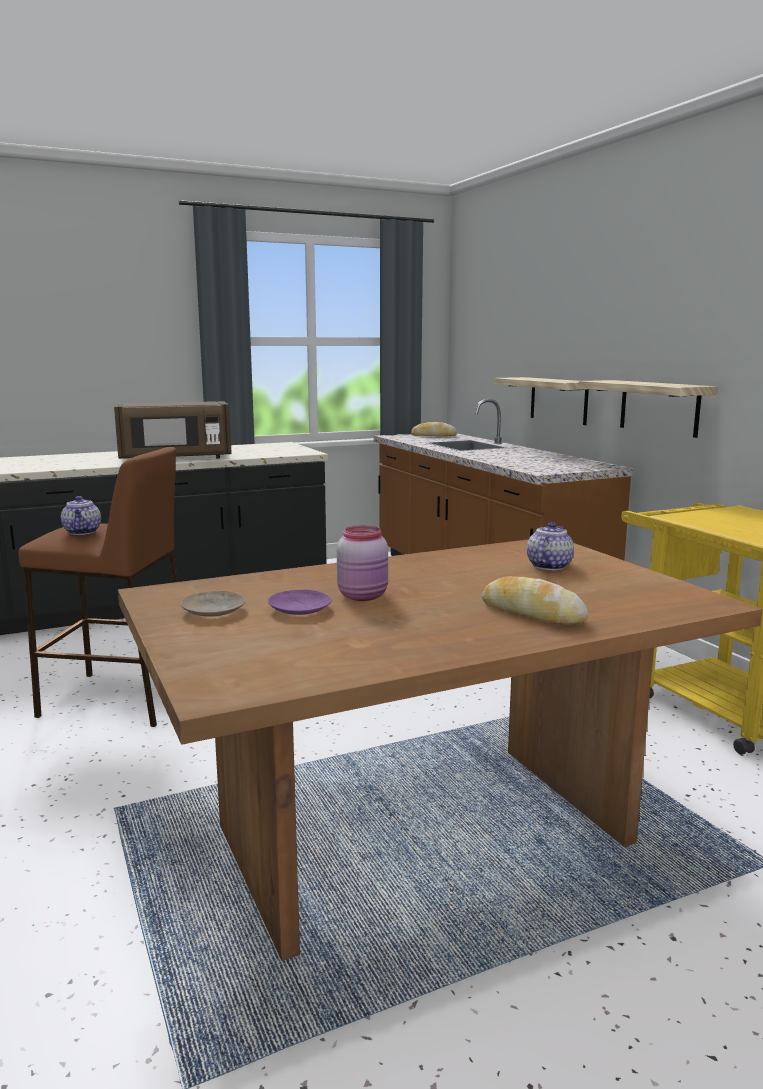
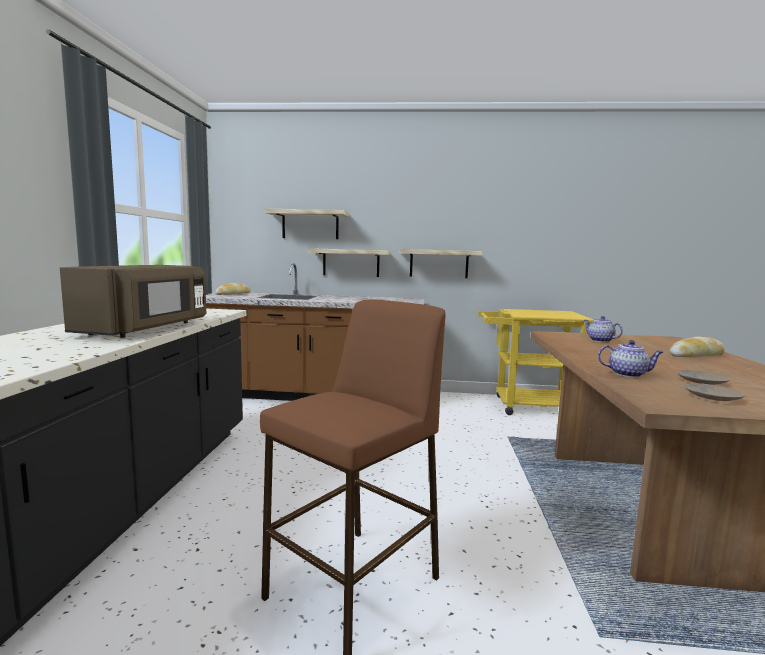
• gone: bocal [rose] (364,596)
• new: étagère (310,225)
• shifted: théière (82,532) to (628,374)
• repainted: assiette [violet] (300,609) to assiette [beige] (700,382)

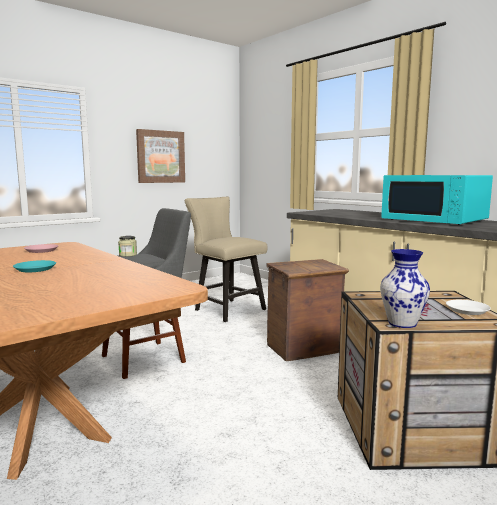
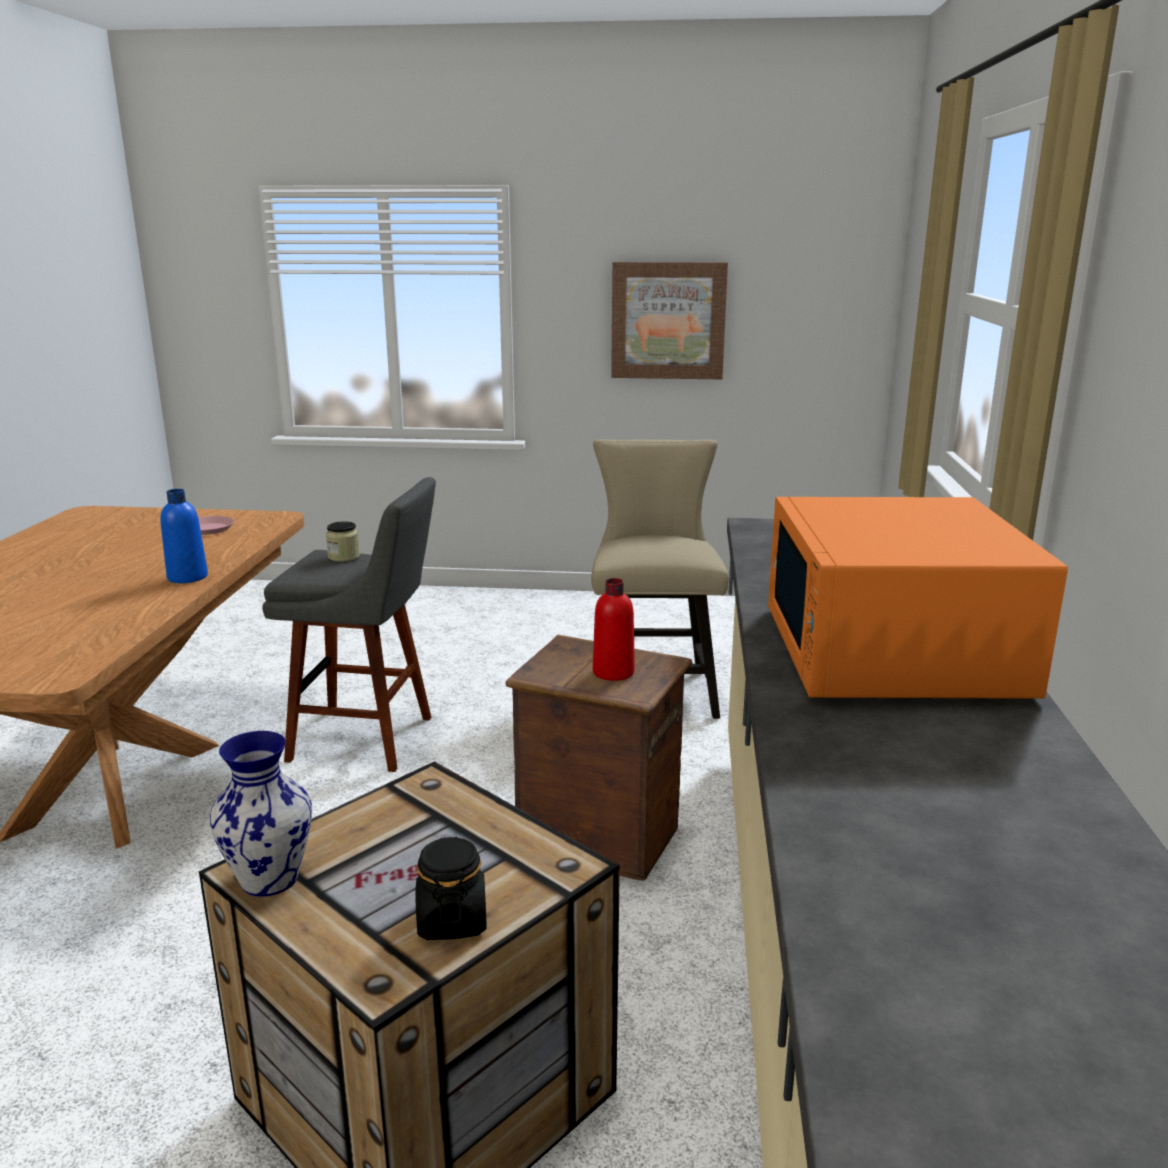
• gone: assiette [turquoise] (35,269)
• new: bouteille [bleu] (187,577)
• new: bouteille [rouge] (613,672)
• swapped: assiette [blanc] (467,310) to bocal [noir] (452,920)
• repainted: micro-ondes [turquoise] (435,220) to micro-ondes [orange] (891,653)

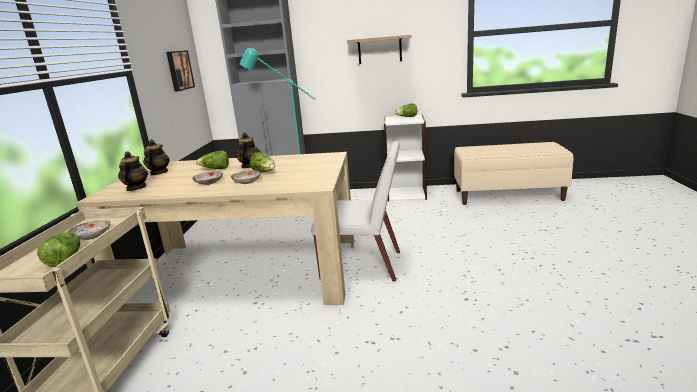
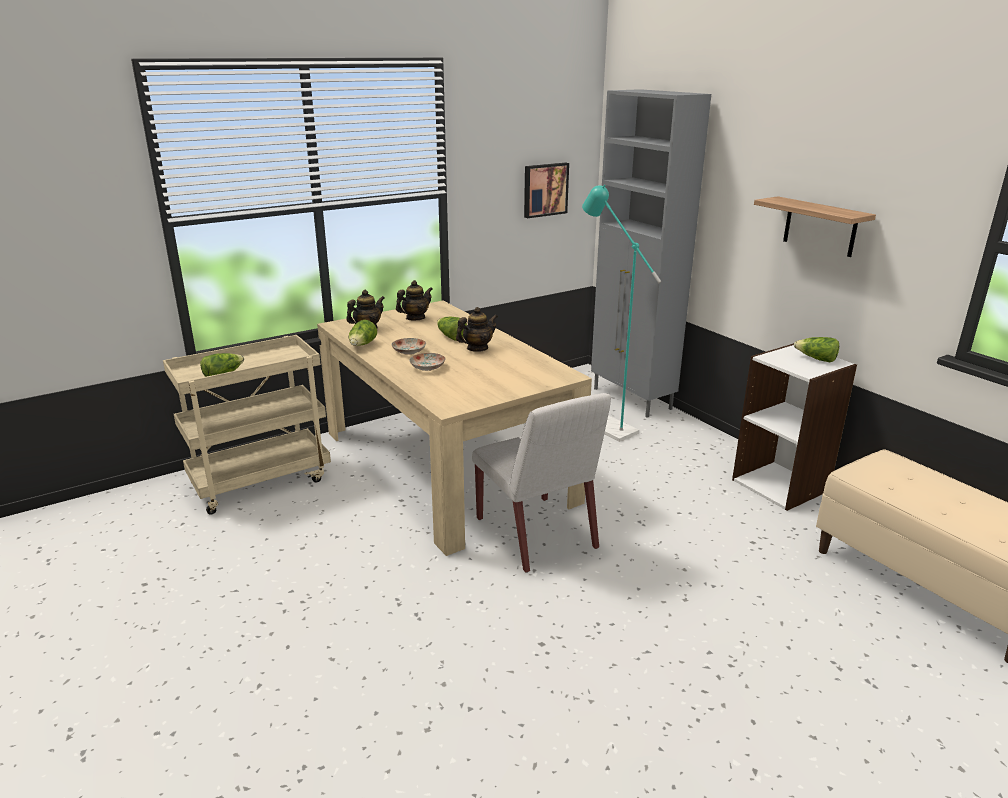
• gone: assiette (92,236)
• shifted: laitue (265,172) to (362,345)

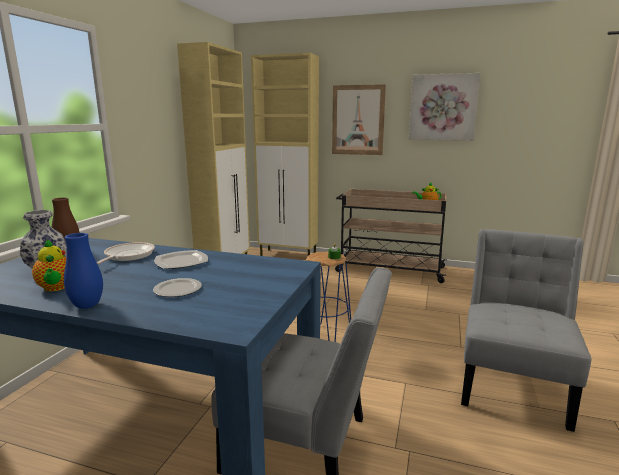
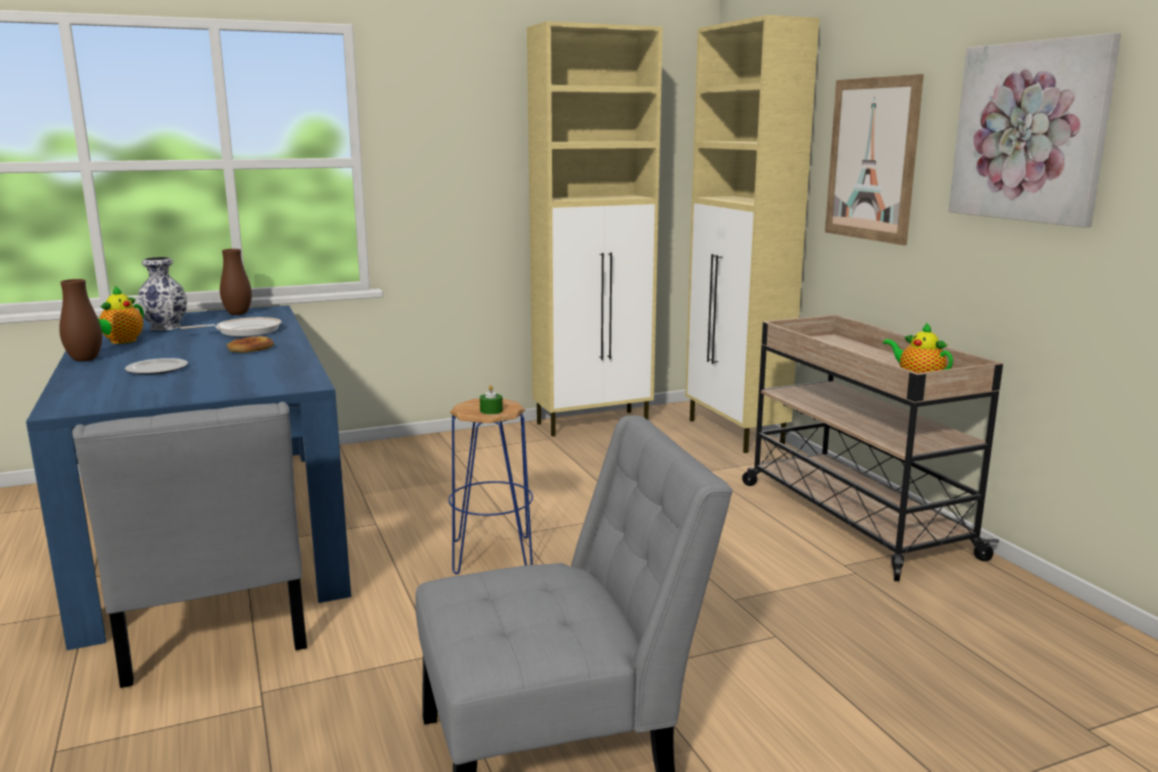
• swapped: assiette (182,262) to pain (250,349)
• repainted: vase [bleu] (87,306) to vase [marron] (85,359)

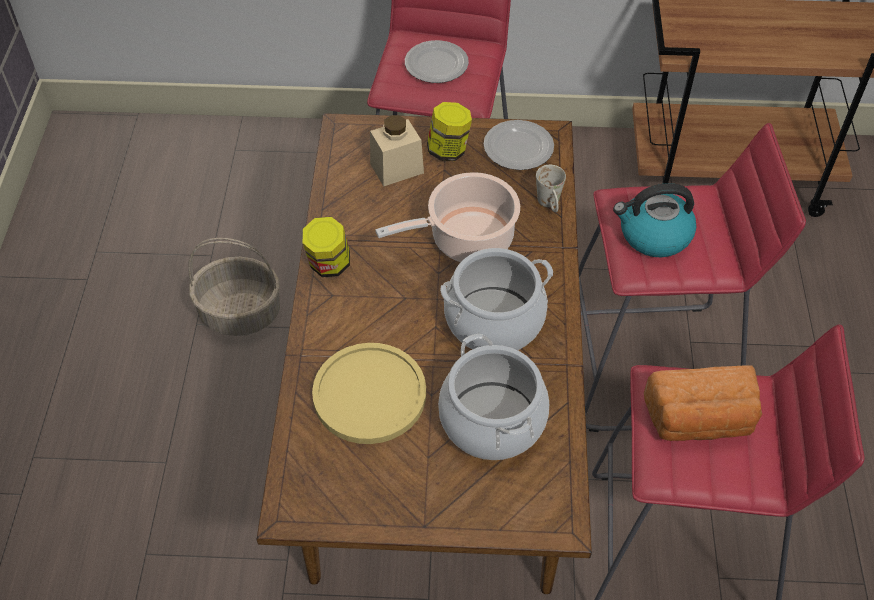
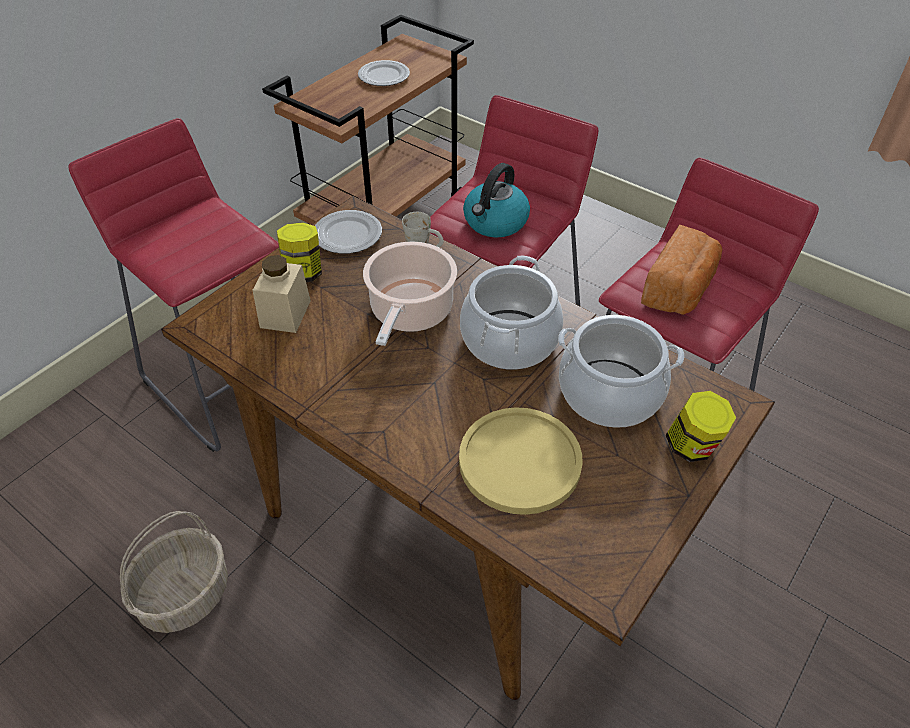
• shifted: bocal (329,265) to (692,446)
• shifted: assiette (437,64) to (384,76)

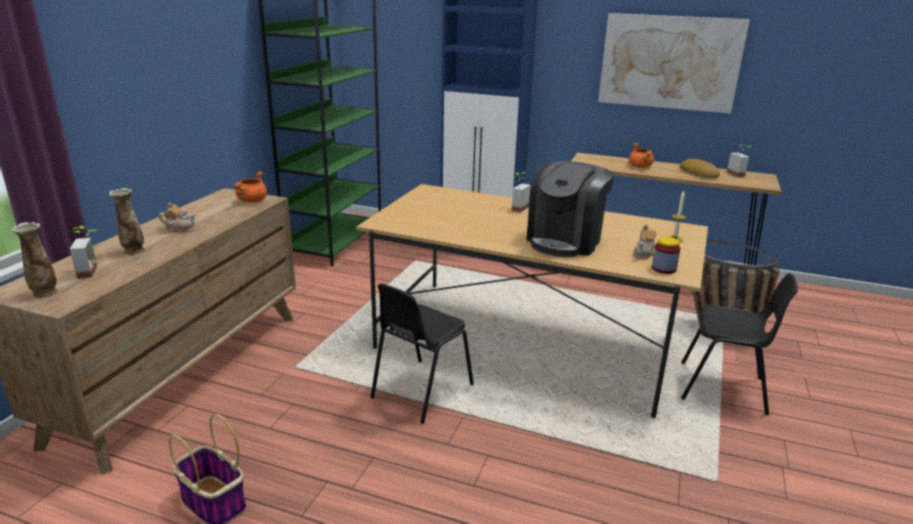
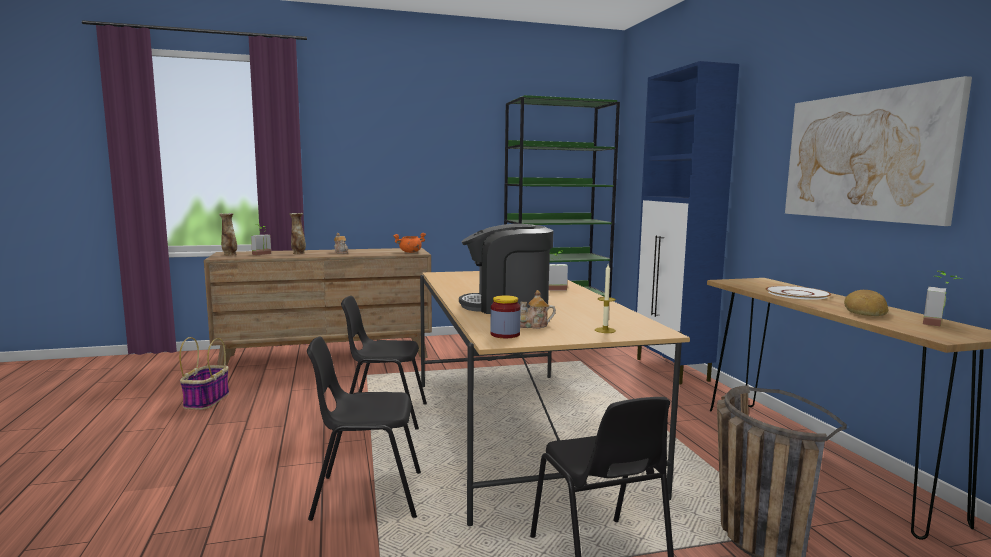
• new: chaise [noir] (367,495)
• swapped: marmite [orange] (640,166) to assiette [blanc] (797,294)

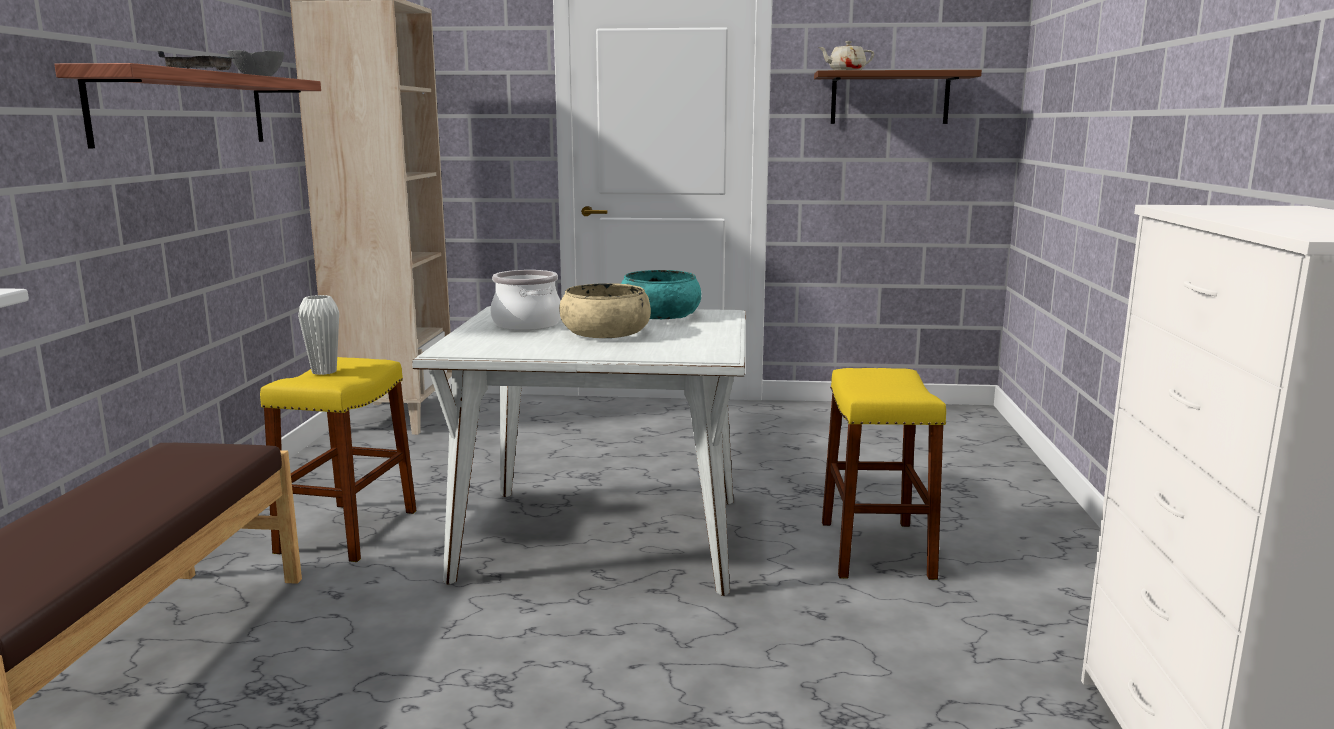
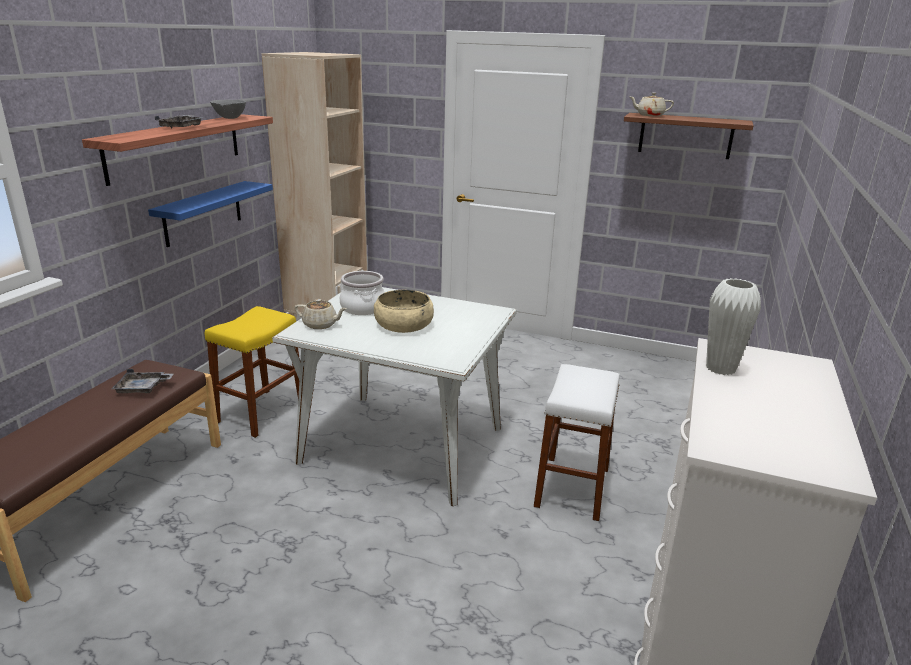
• gone: bol [turquoise] (660,315)
• new: plateau [gris] (142,388)
• new: étagère [bleu] (203,213)
• new: théière [beige] (320,325)
• shifted: vase [blanc] (324,372) to (720,368)
• repainted: tabouret [jaune] (876,549) to tabouret [blanc] (572,487)

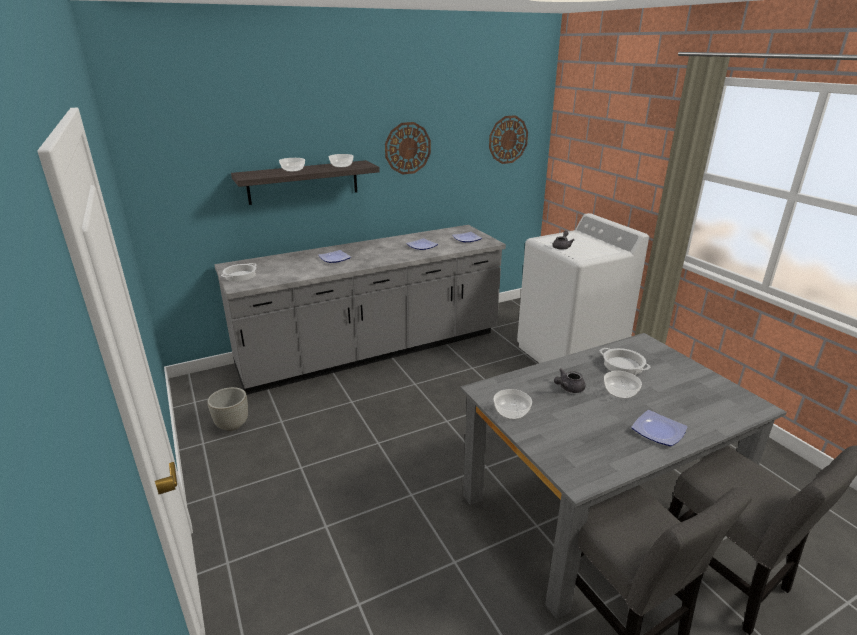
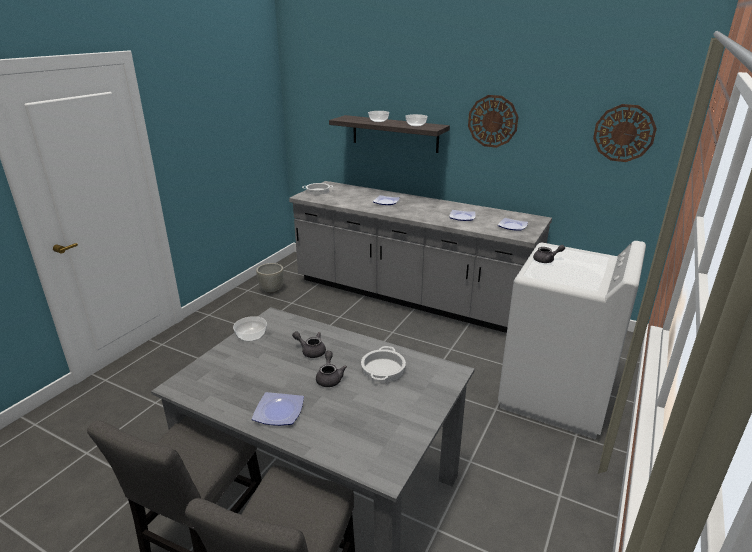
• swapped: bol (620,392) to théière [gris] (329,378)

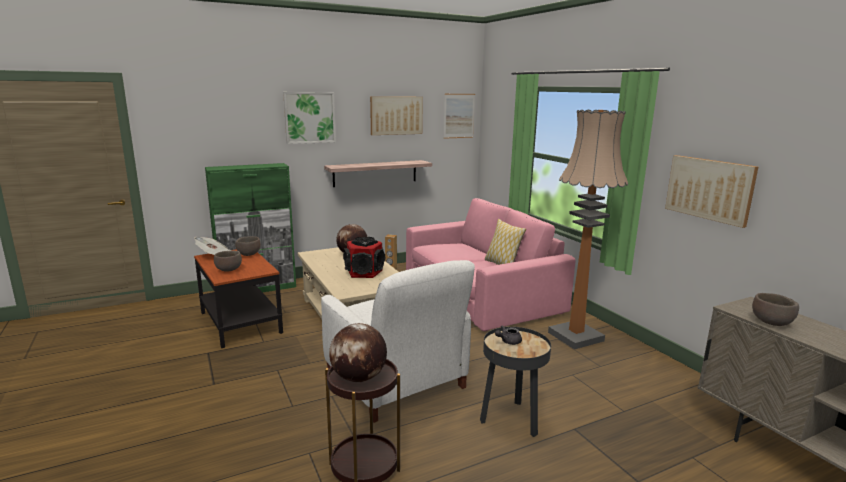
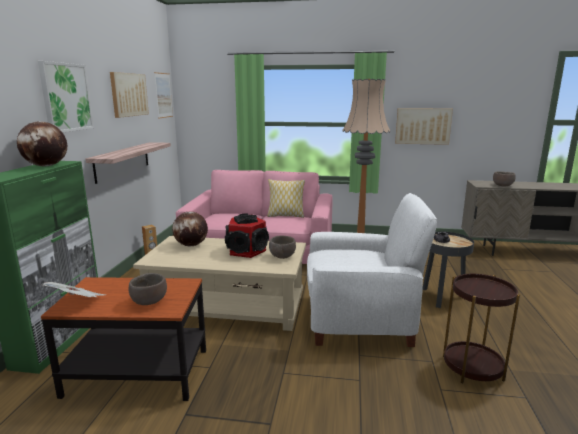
• shifted: bol [marron] (249,254) to (282,257)
• shifted: globe (359,378) to (46,166)

